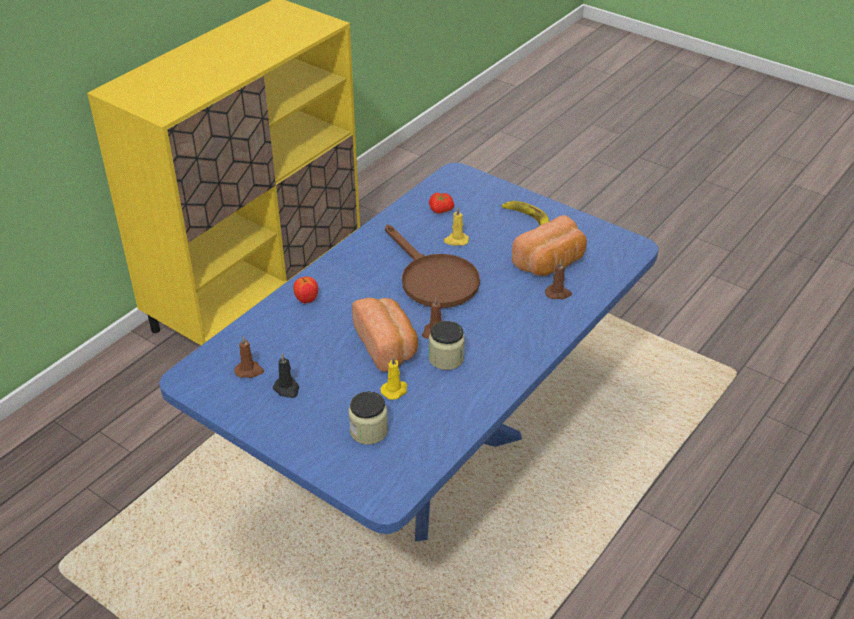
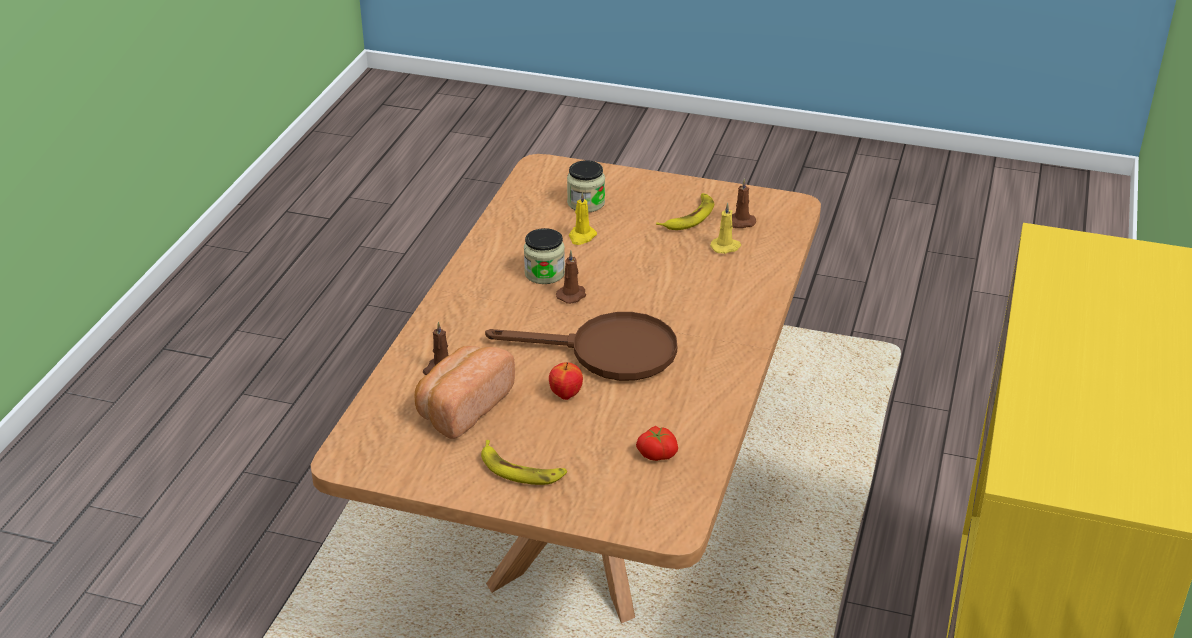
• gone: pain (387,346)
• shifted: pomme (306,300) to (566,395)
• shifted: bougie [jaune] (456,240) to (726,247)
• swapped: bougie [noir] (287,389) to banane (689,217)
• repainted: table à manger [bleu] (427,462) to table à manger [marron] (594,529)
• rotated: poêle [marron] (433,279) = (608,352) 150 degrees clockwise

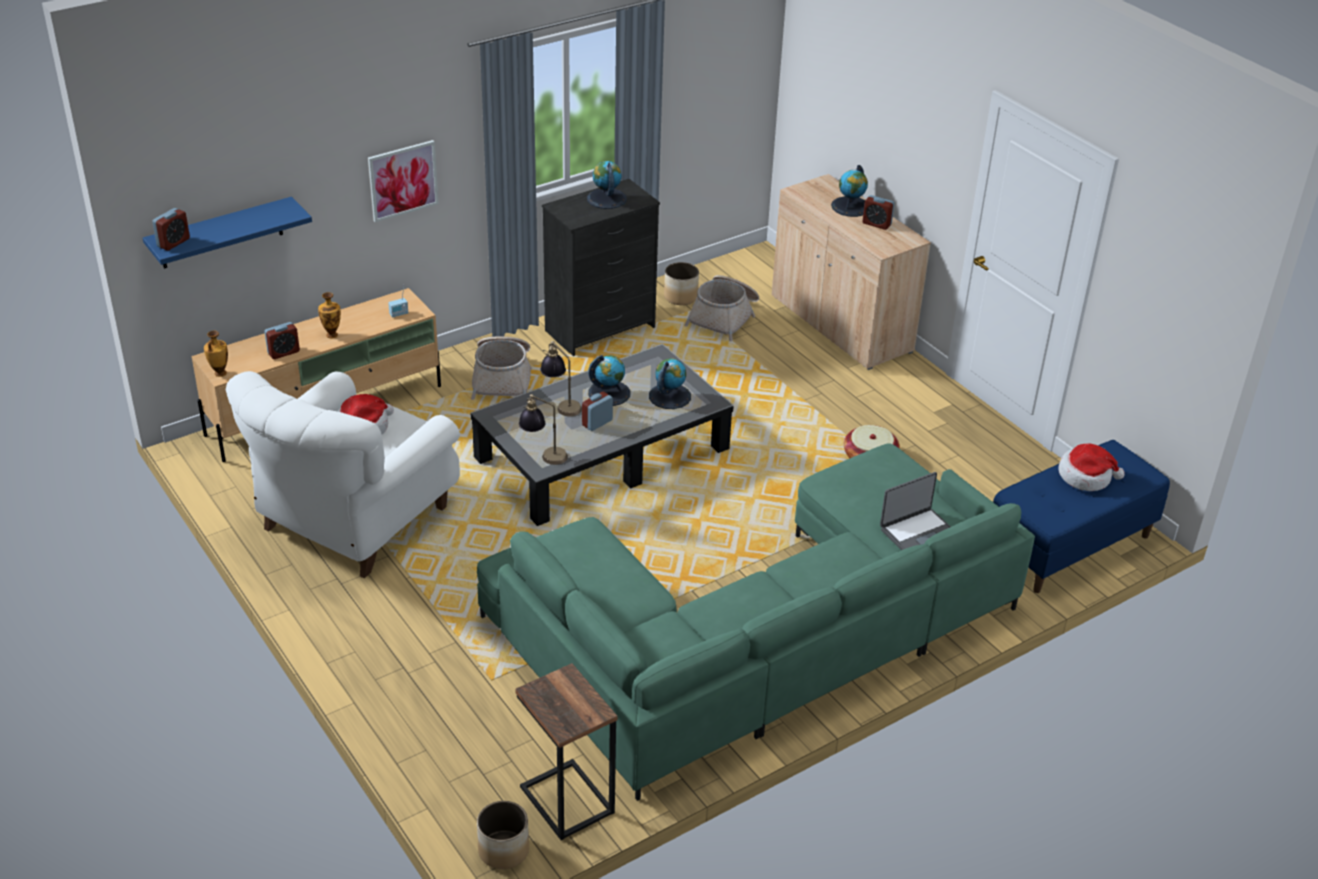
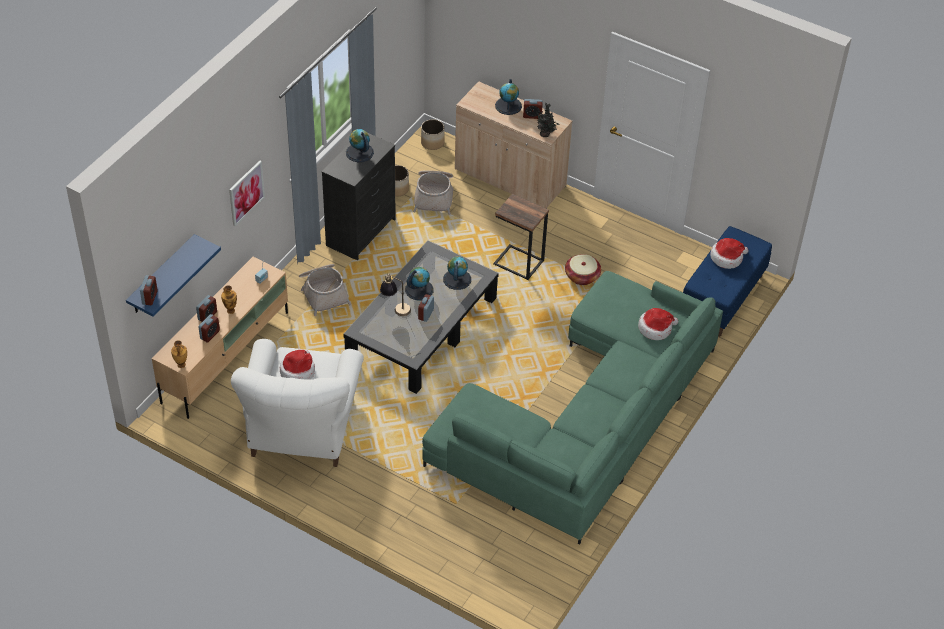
• gone: lampe de table (543,456)
• new: réveil (207,315)
• new: plante en pot (545,134)
• shifted: cache-pot (503,850) to (432,143)
• shifted: table d'appoint (565,801) to (518,263)
• swapped: ordinateur portable (918,532) to chapeau (656,328)

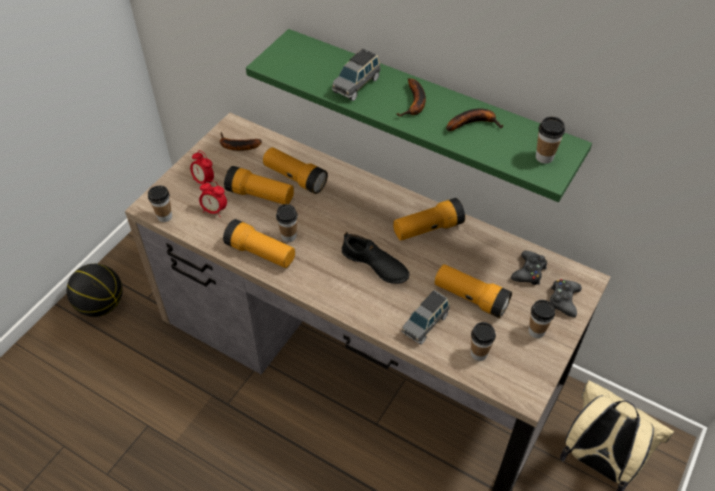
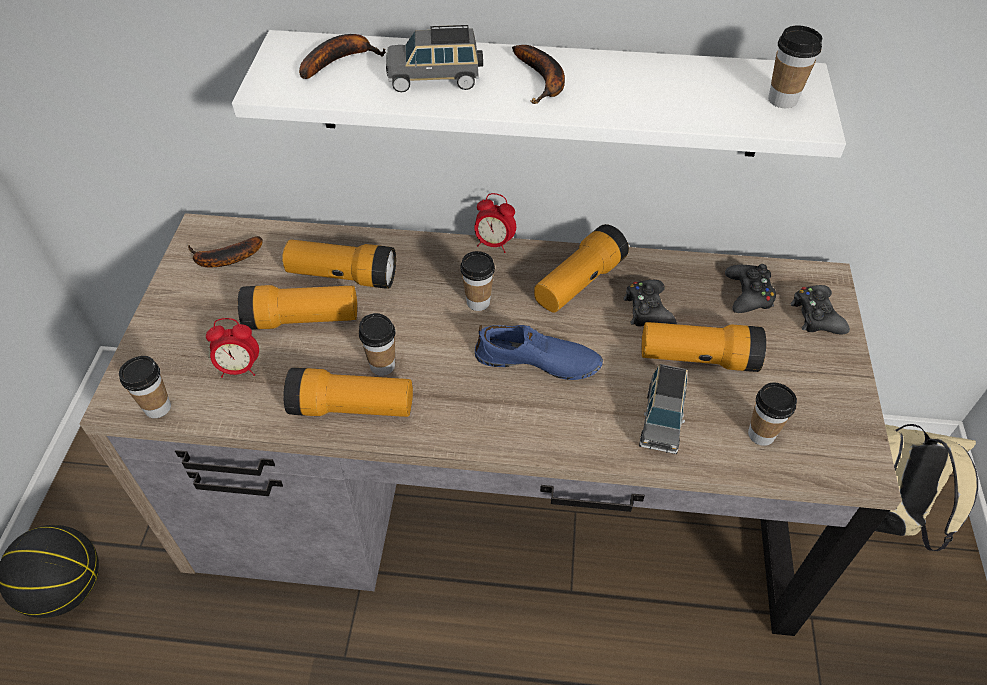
• new: manette [noir] (648,310)
• shifted: réveil (204,181) to (494,244)
• shifted: banane (473,123) to (339,60)
• shifted: tasse (536,331) to (478,302)
• repainted: étagère [vert] (427,108) to étagère [blanc] (538,95)
• repainted: chaussure [noir] (375,265) to chaussure [bleu] (537,362)
• rotated: petite voiture [gris] (357,85) = (435,79) 75 degrees clockwise

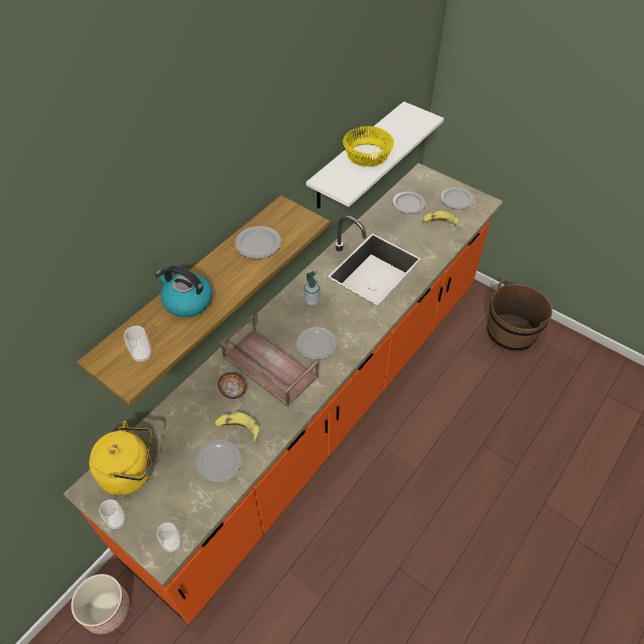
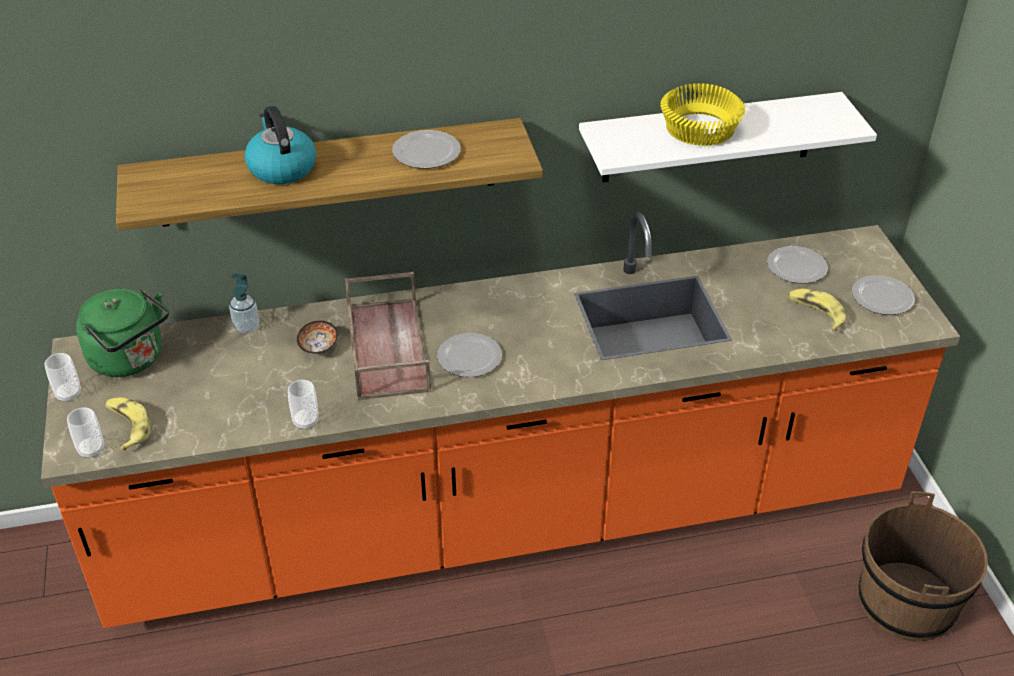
• gone: cache-pot (106,609)
• gone: assiette (219,462)
• shifted: tasse (142,355) to (306,421)
• shifted: banane (237,429) to (127,426)
• shifted: distributeur de savon (312,300) to (246,327)
• repainted: bouilloire [jaune] (131,472) to bouilloire [vert] (131,359)

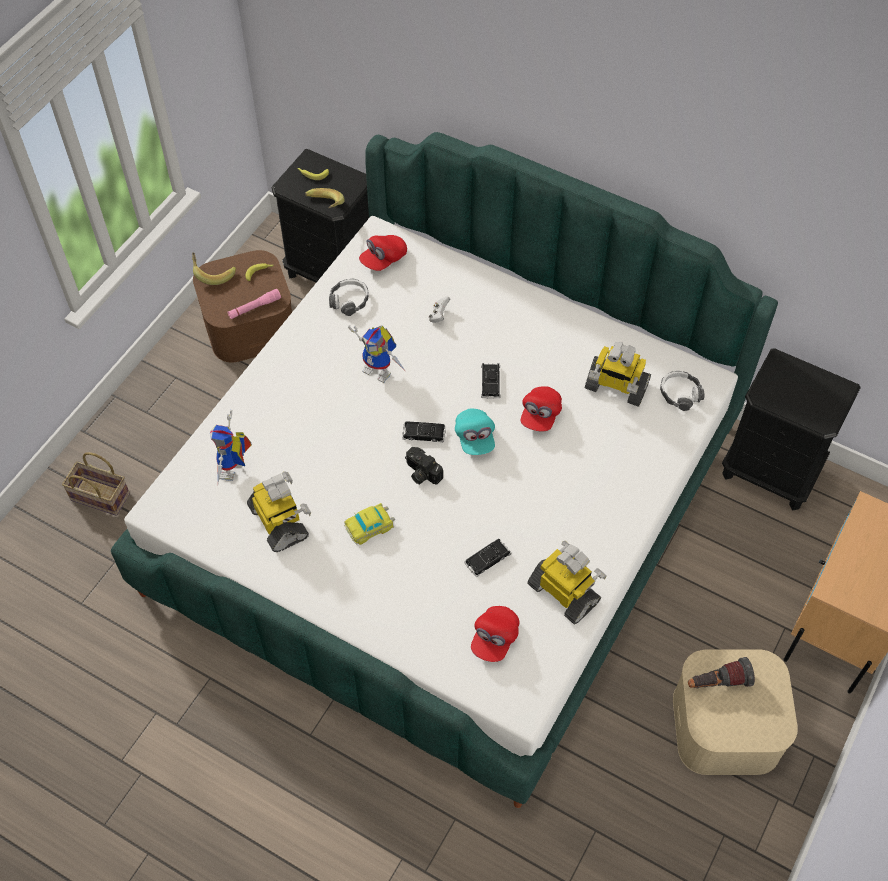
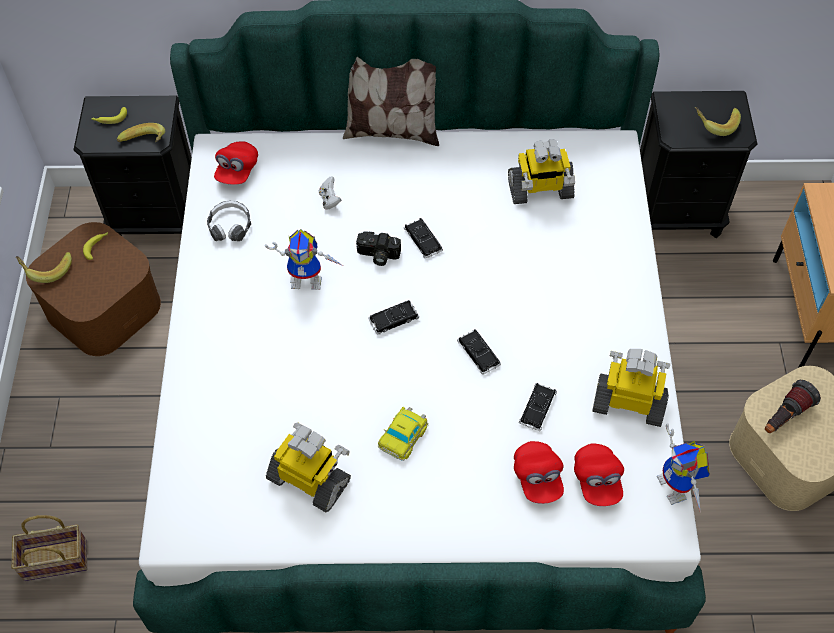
• gone: lampe de poche [rose] (254,307)
• gone: casquette [turquoise] (475,438)
• gone: casque audio (680,394)
• new: coussin (390,130)
• new: petite voiture [noir] (478,353)
• new: banane (714,124)
• shifted: robot jouet (234,471) to (678,488)
• shifted: appareil photo (421,473) to (377,255)
• shifted: casquette [rouge] (540,415) to (537,478)

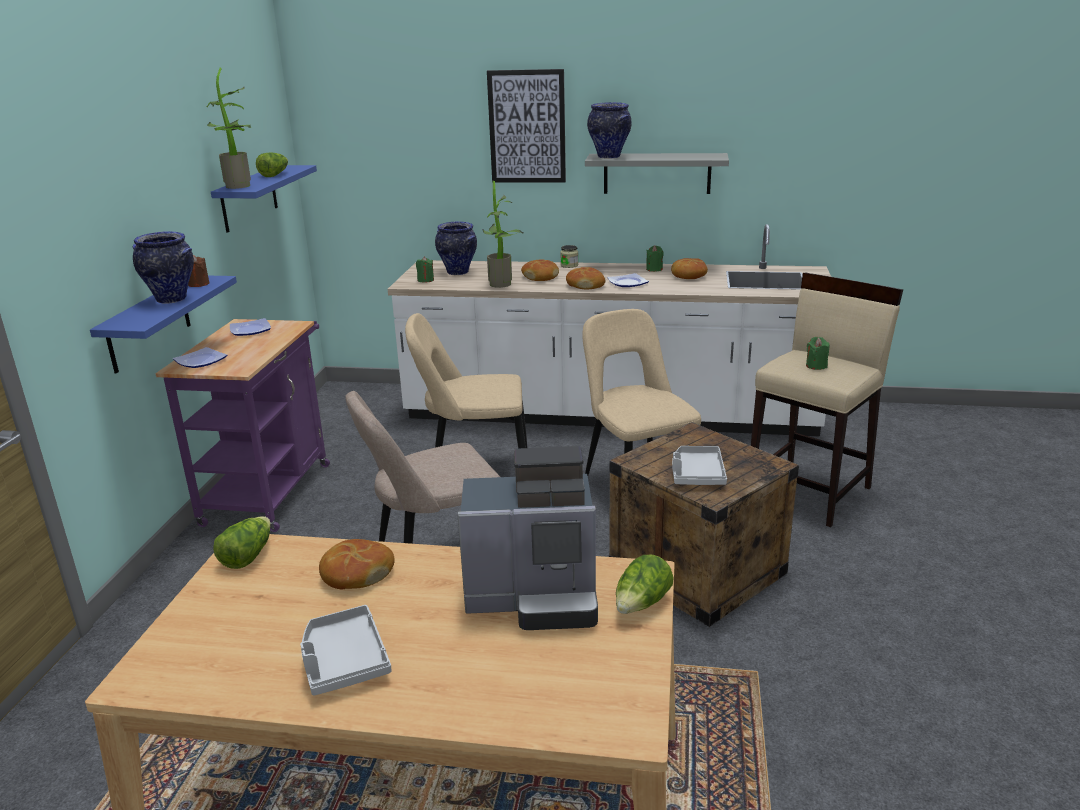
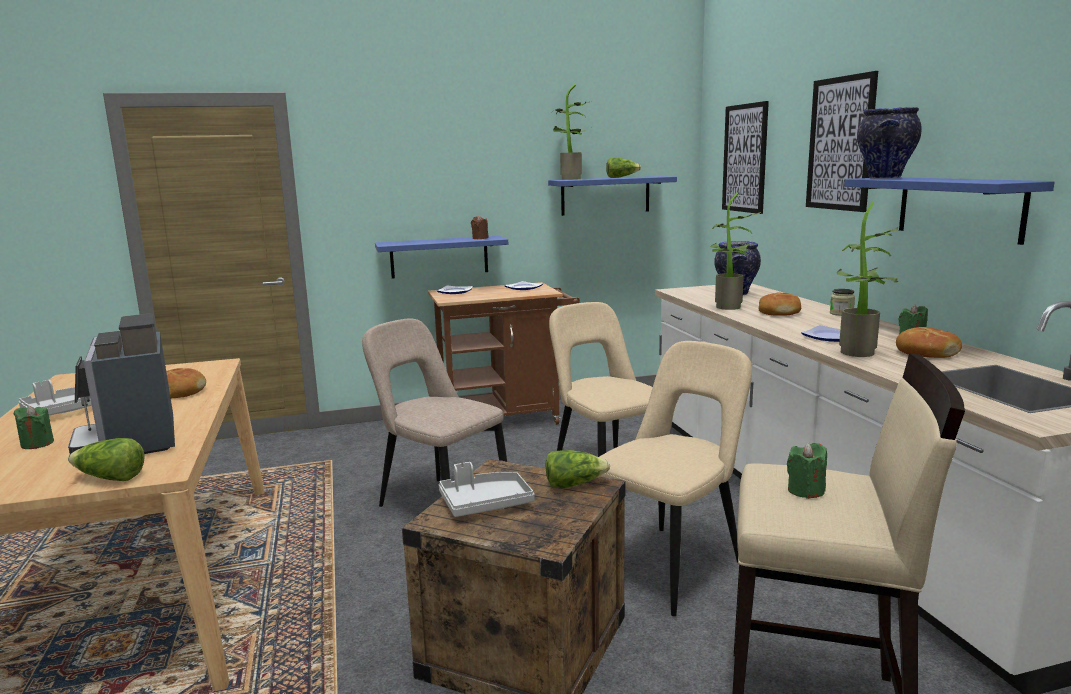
• gone: vase (172,299)
• gone: pain (585,285)
• new: tableau (745,158)
• new: plante en pot (861,354)
• shifted: laitue (247,556) to (574,484)
• shifted: bougie [vert] (425,280) to (37,444)
• repainted: chariot [violet] (270,489) to chariot [marron] (507,419)
• repainted: étagère [gris] (657,173) to étagère [bleu] (959,208)

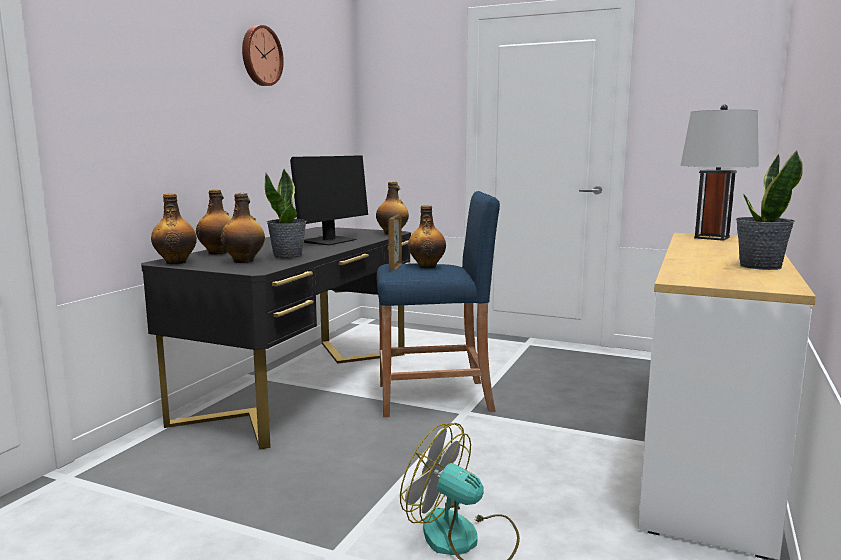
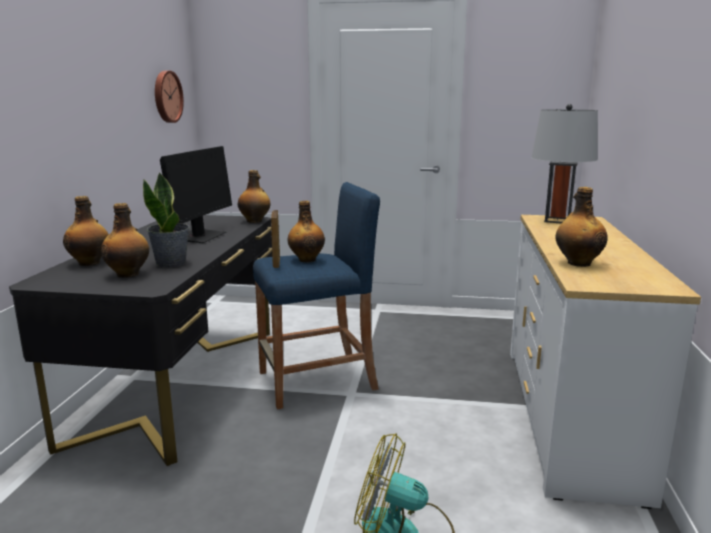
• gone: plante en pot (759,266)
• shifted: bouteille (176,262) to (578,263)
• shifted: horloge murale (260,56) to (166,96)

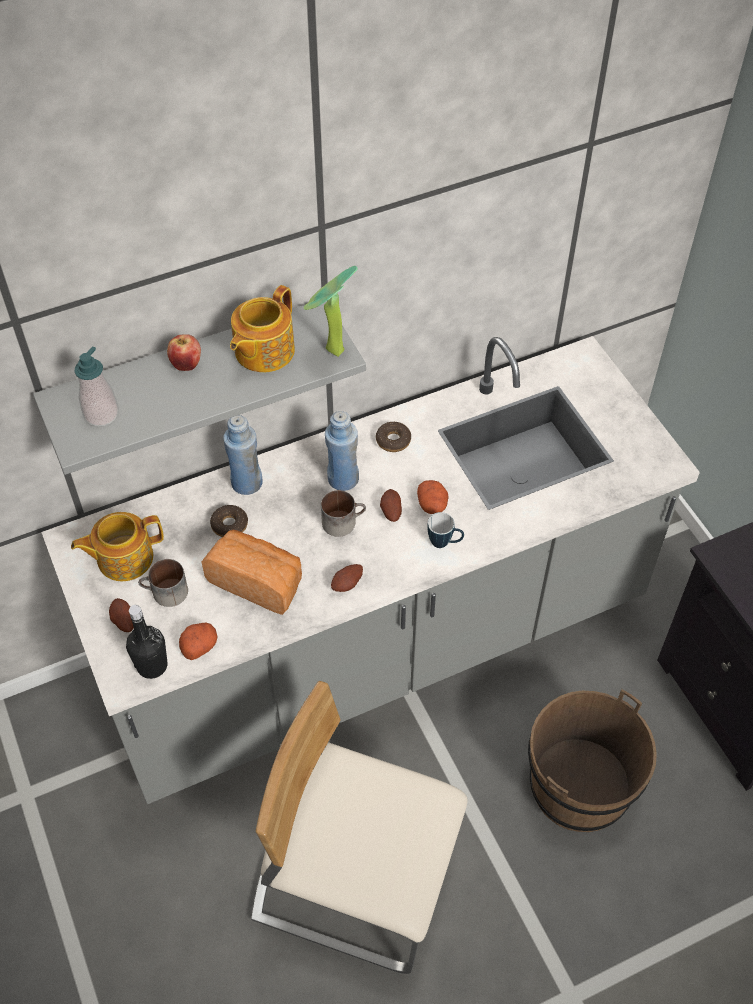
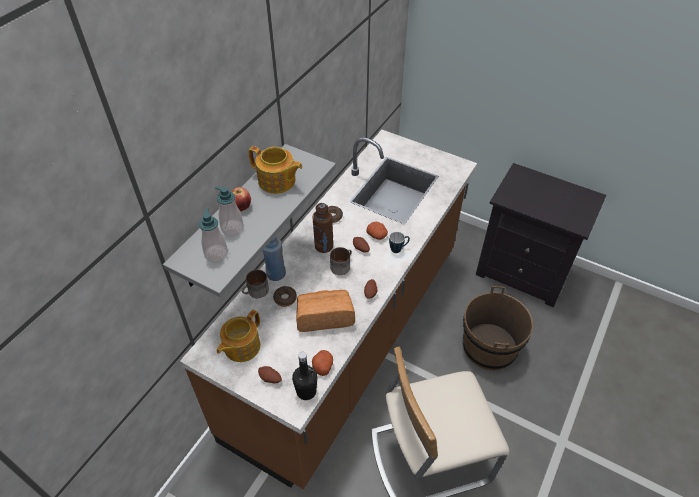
• gone: plante en pot (331,352)
• new: distributeur de savon (232,228)
• shifted: mug (165,593) to (256,292)
• repainted: comptoir de cuisine [gris] (376,644) to comptoir de cuisine [marron] (349,340)
• repainted: bouteille [bleu] (343,479) to bouteille [marron] (324,246)
• rotated: théière (263,351) = (277,181) 60 degrees counterclockwise

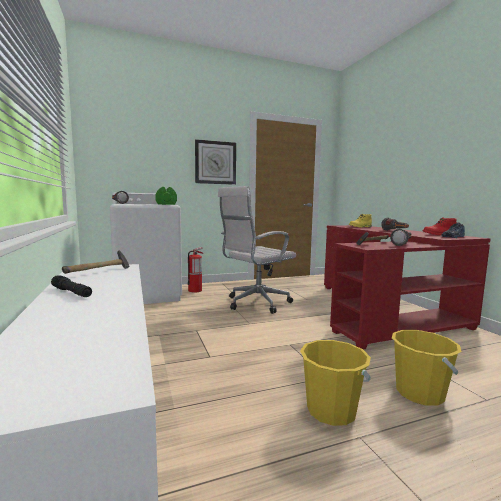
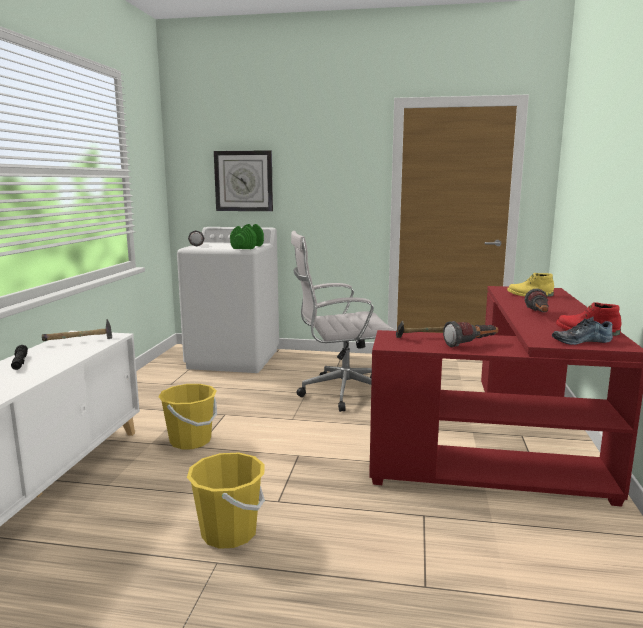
• gone: extincteur (195,290)
• shifted: horloge murale (215,162) to (244,181)
• shifted: seau [jaune] (420,393) to (190,441)

